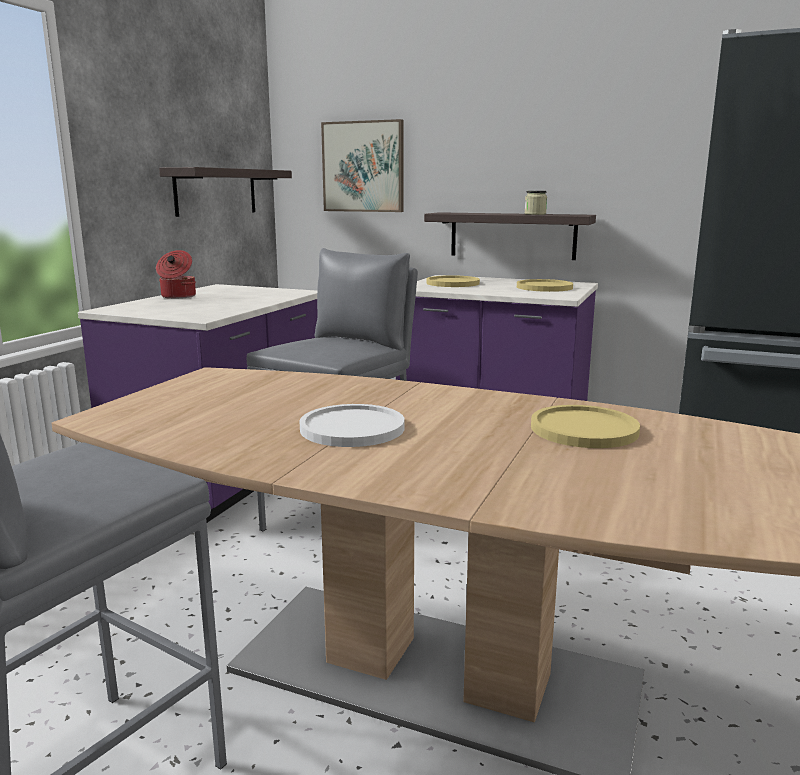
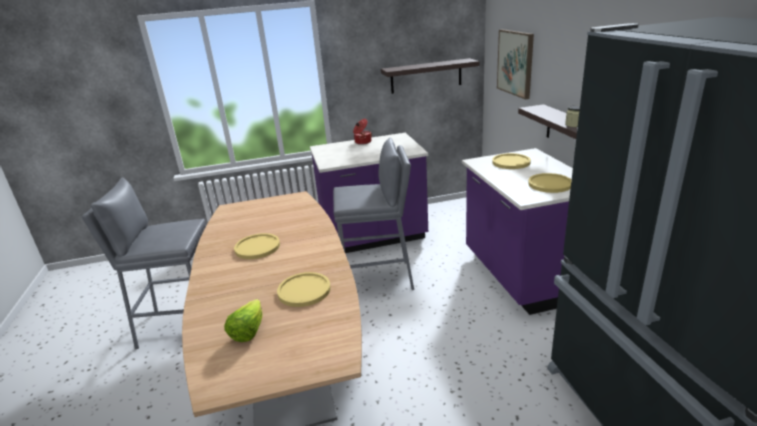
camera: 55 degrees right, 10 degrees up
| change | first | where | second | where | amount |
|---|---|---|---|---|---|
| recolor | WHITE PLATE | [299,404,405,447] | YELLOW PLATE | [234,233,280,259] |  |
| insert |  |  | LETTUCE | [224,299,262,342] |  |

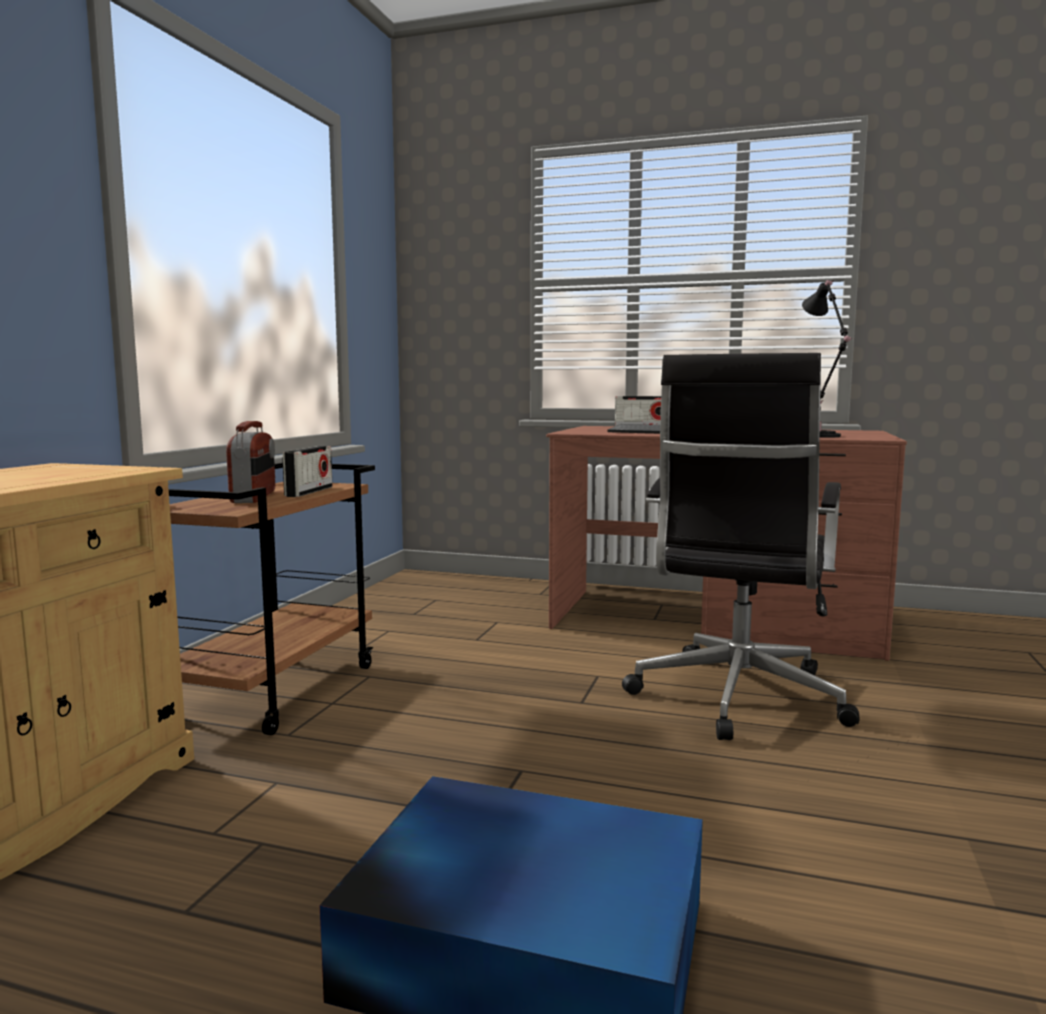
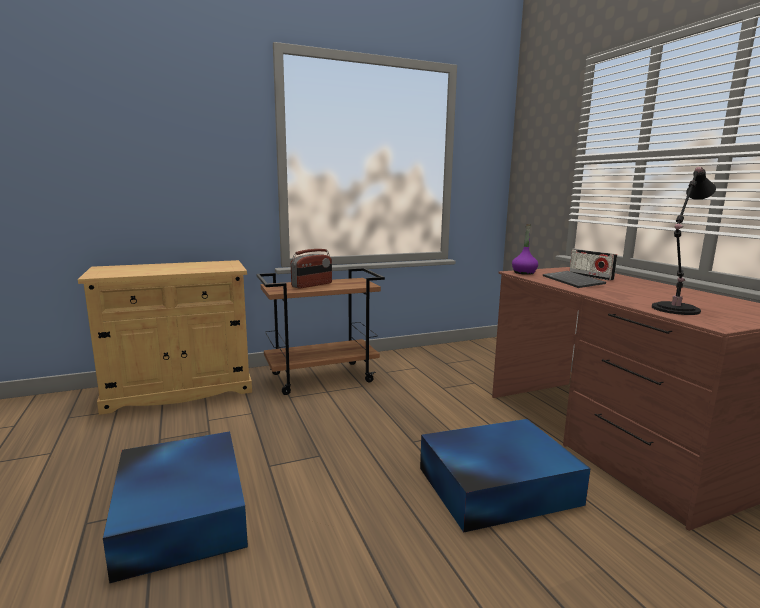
camera: 50 degrees right, 5 degrees up
| change | first | where | second | where | amount |
|---|---|---|---|---|---|
| replace | BLACK OFFICE CHAIR | [622,353,860,740] | BLUE STORAGE BOX | [420,419,591,532] |  |
| delete | RADIO | [282,446,332,497] |  |  |  |
| insert |  |  | PURPLE BOTTLE | [512,224,538,275] |  |

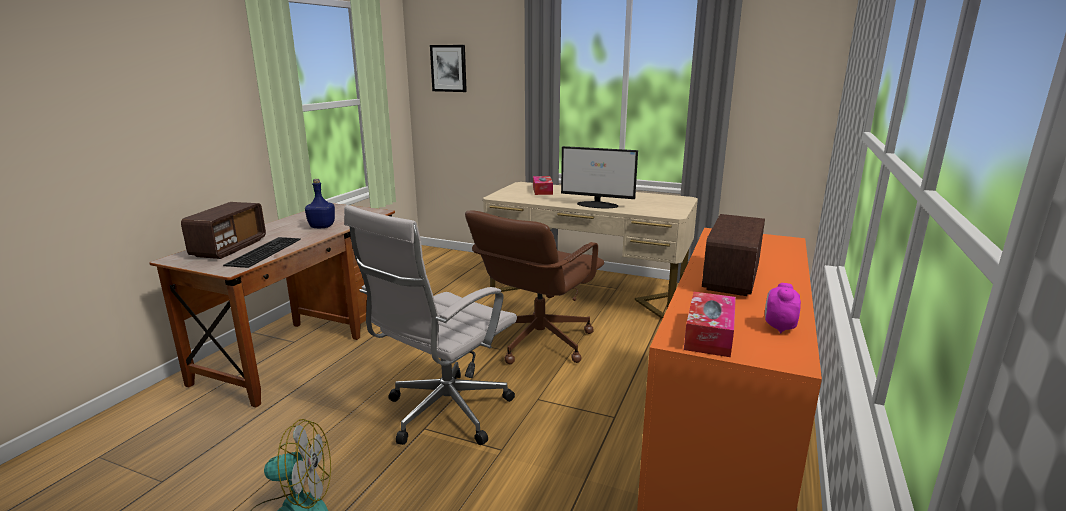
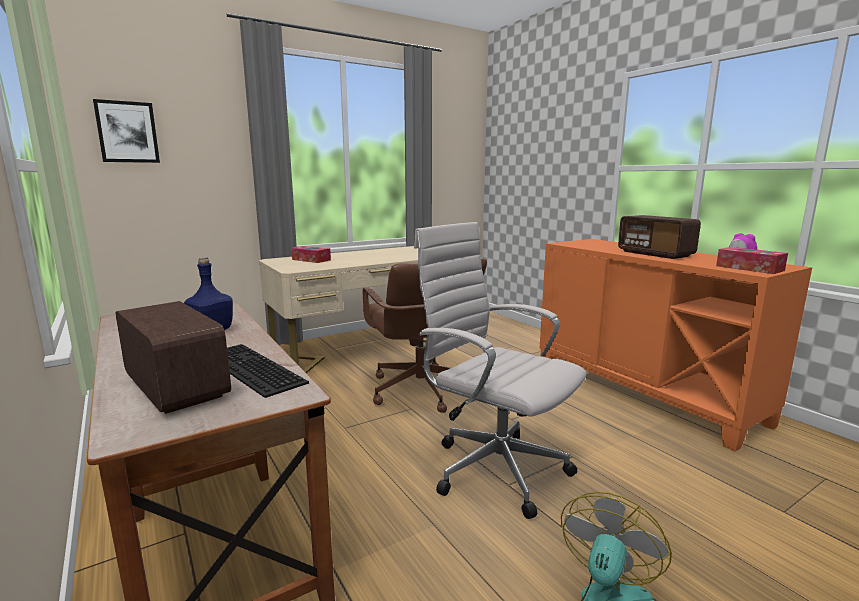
camera: 55 degrees left, 5 degrees down
| change | first | where | second | where | amount |
|---|---|---|---|---|---|
| delete | MONITOR | [561,146,638,208] |  |  |  |
| rotate | WHITE OFFICE CHAIR | [344,205,517,445] |  | [414,222,586,519] | 150 degrees clockwise |

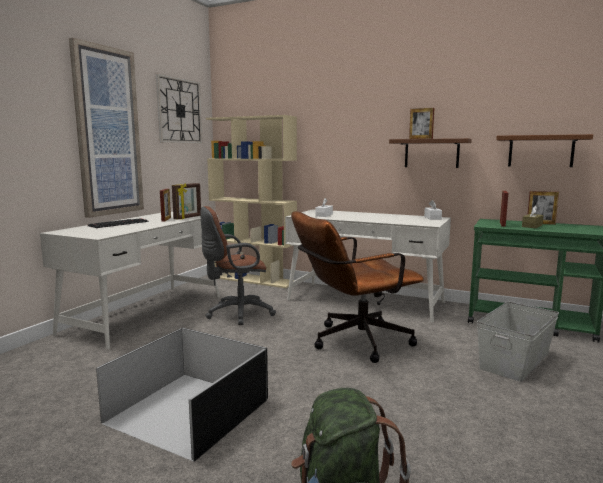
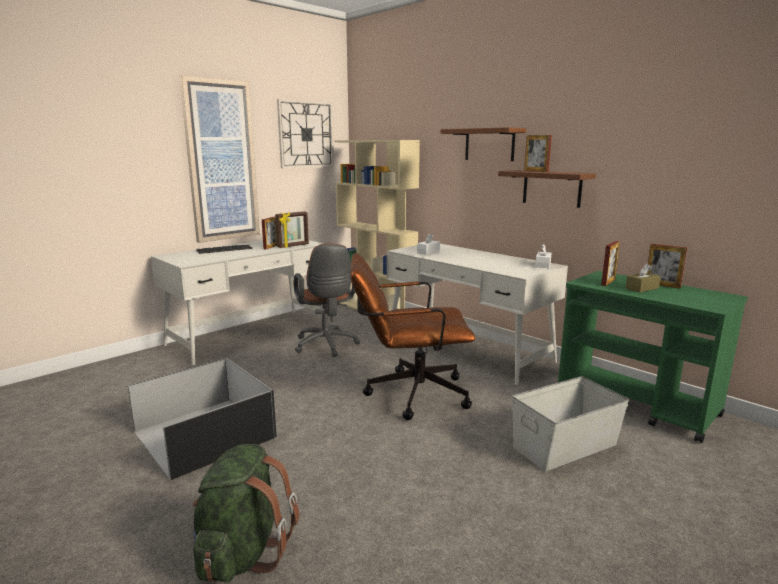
camera: 20 degrees right, 5 degrees up
| change | first | where | second | where | amount |
|---|---|---|---|---|---|
| move | BROWN SHELF | [496,134,593,167] |  | [440,127,526,161] |  |
| rotate | BROWN OFFICE CHAIR | [200,206,276,325] |  | [294,243,360,357] | 105 degrees counterclockwise |

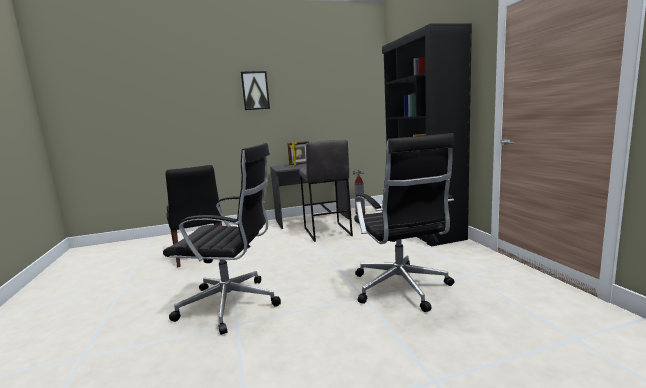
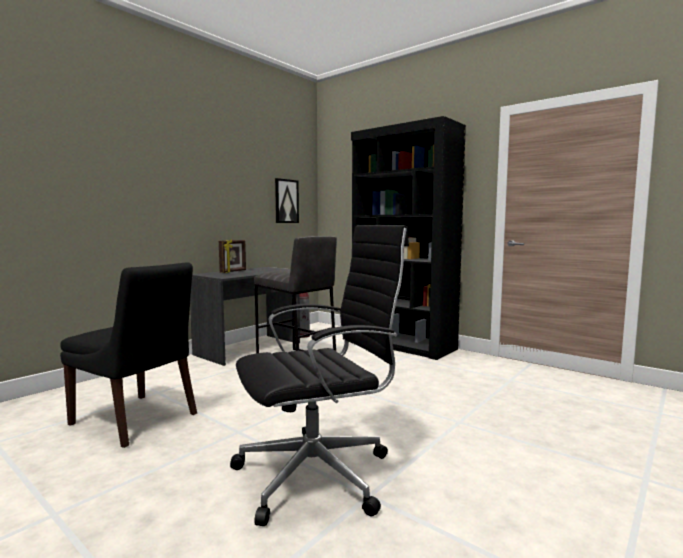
camera: 35 degrees left, 5 degrees down
| change | first | where | second | where | amount |
|---|---|---|---|---|---|
| move | PICTURE | [241,71,270,110] |  | [275,178,299,223] |  |
| delete | BLACK OFFICE CHAIR | [354,133,455,312] |  |  |  |

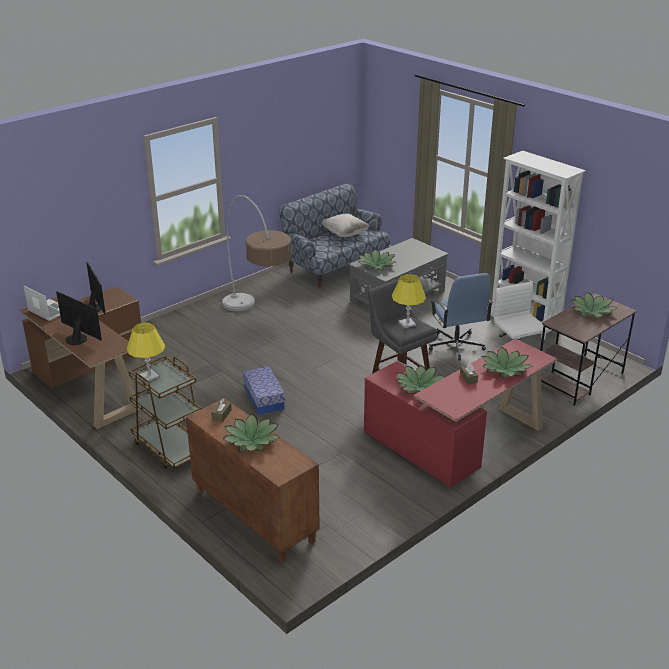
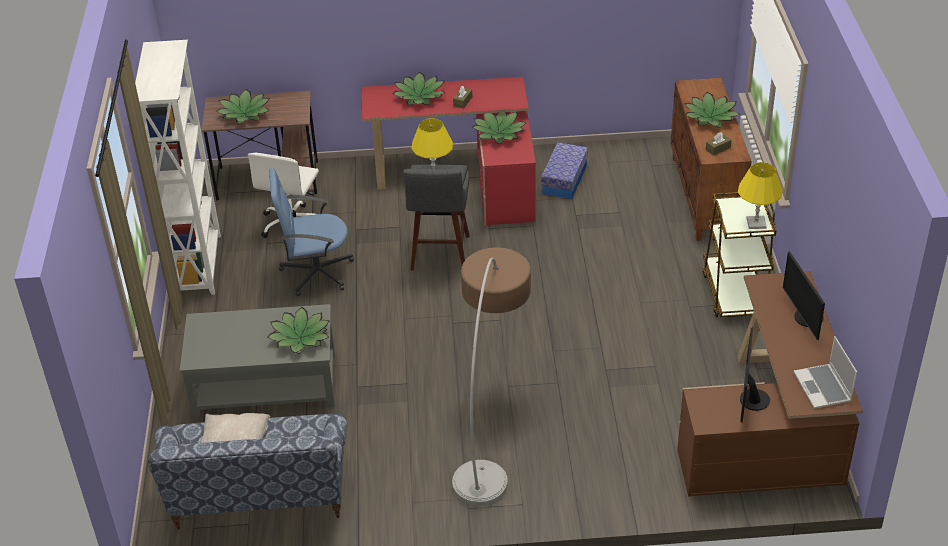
camera: 140 degrees left, 10 degrees up
| change | first | where | second | where | amount |
|---|---|---|---|---|---|
| rotate | BLUE OFFICE CHAIR | [429,273,493,361] |  | [269,168,354,296] | 120 degrees counterclockwise |
| move | STORAGE BOX | [243,366,285,415] |  | [541,142,588,199] |  |

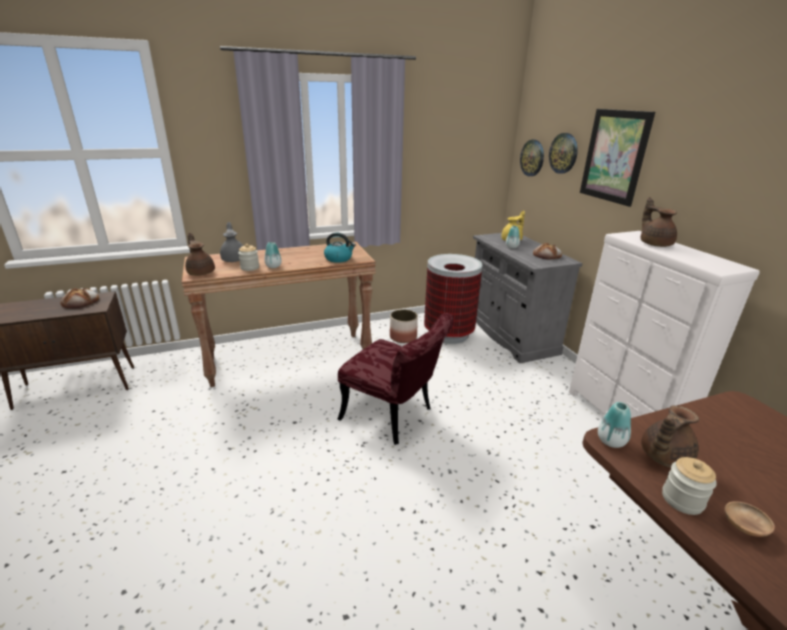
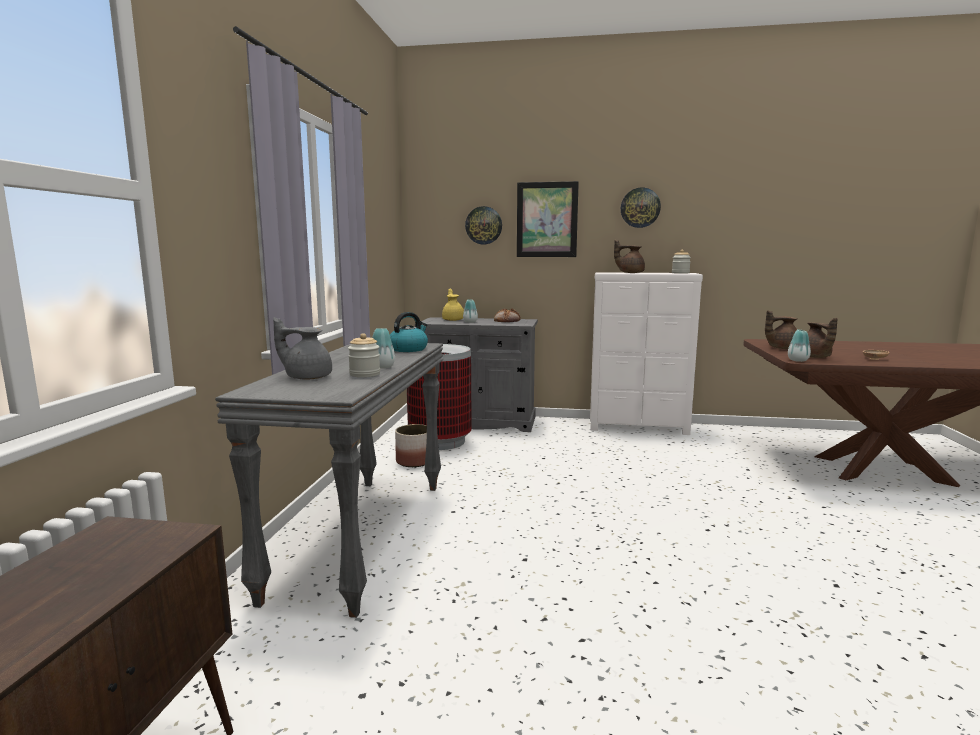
camera: 60 degrees left, 15 degrees down
| change | first | where | second | where | amount |
|---|---|---|---|---|---|
| move | WALL CLOCK | [520,140,544,176] |  | [621,188,661,228] |  |
| move | BROWN TEAPOT | [185,233,215,276] |  | [765,310,798,349] |  |
| recolor | BROWN CONSOLE TABLE | [181,242,376,387] | GREY CONSOLE TABLE | [215,343,443,618] |  |
| delete | BREAD | [60,288,99,308] |  |  |  |
| delete | RED CHAIR | [337,313,454,445] |  |  |  |
| move | JAR | [662,457,717,515] |  | [672,249,691,274] |  |

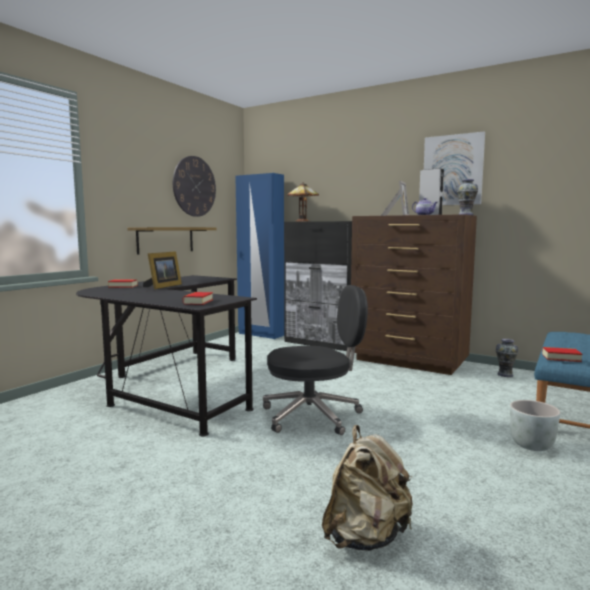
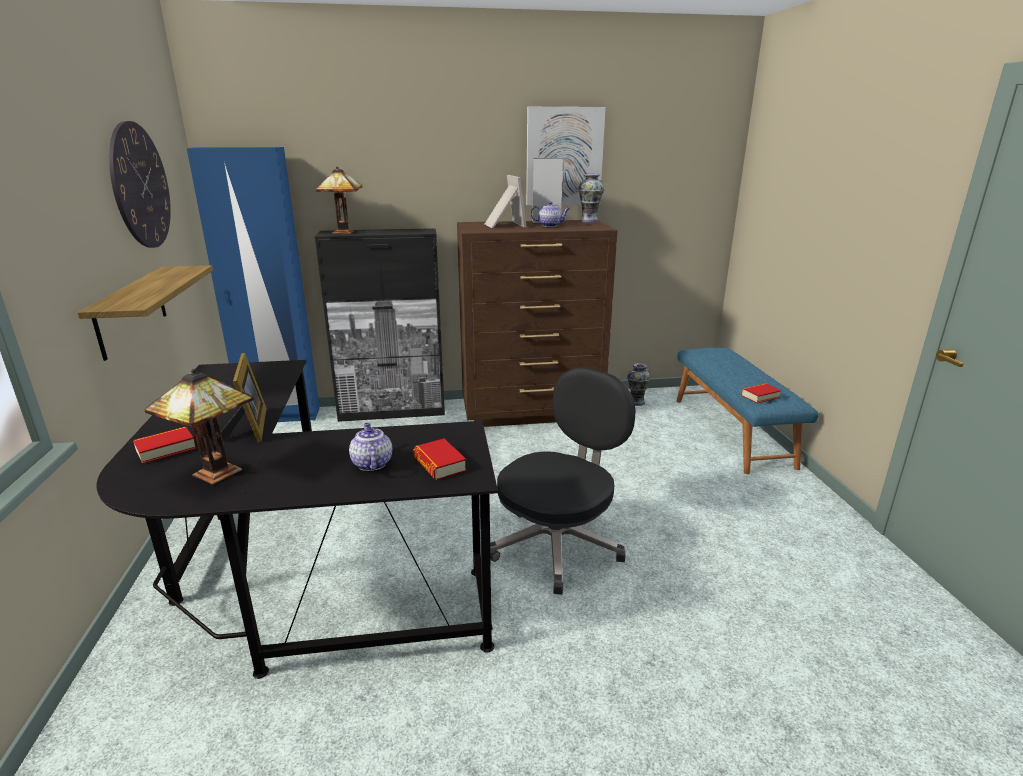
camera: 40 degrees left, 15 degrees up
| change | first | where | second | where | amount |
|---|---|---|---|---|---|
| delete | GREY PLANTER | [510,400,561,451] |  |  |  |
| delete | BEIGE BACKPACK | [322,425,413,551] |  |  |  |
| insert |  |  | TABLE LAMP | [145,369,254,485] |  |
| insert |  |  | TEAPOT | [349,423,392,471] |  |

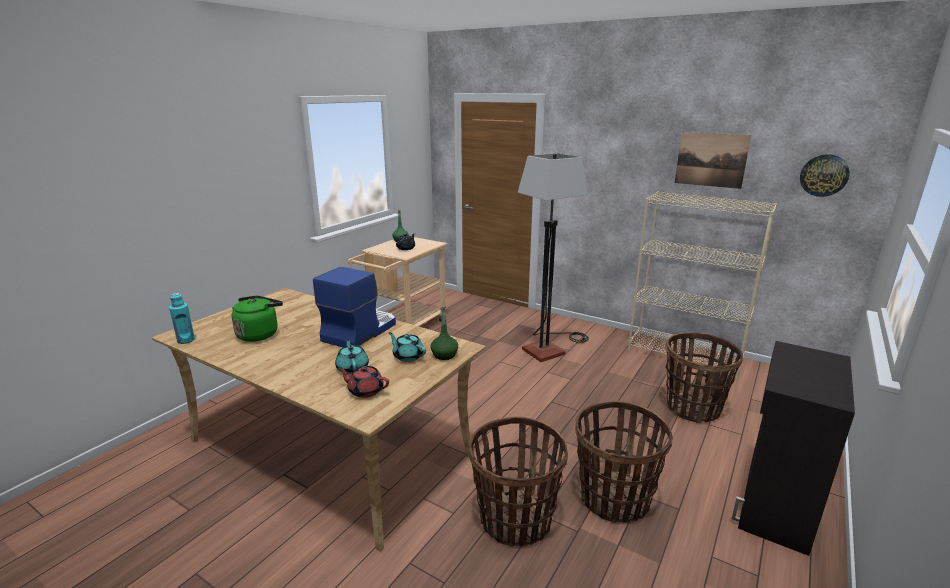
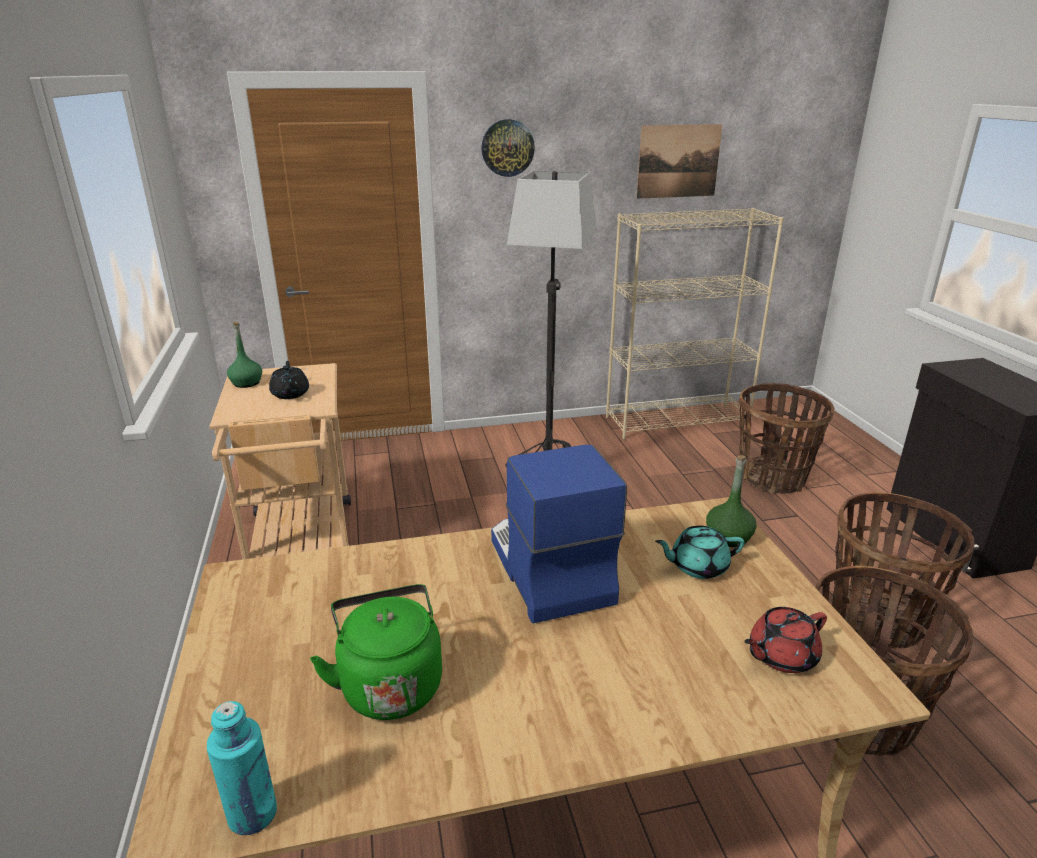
camera: 45 degrees left, 5 degrees up
| change | first | where | second | where | amount |
|---|---|---|---|---|---|
| move | WALL CLOCK | [800,154,850,197] |  | [482,119,535,177] |  |
| delete | TURQUOISE TEAPOT | [335,339,369,374] |  |  |  |

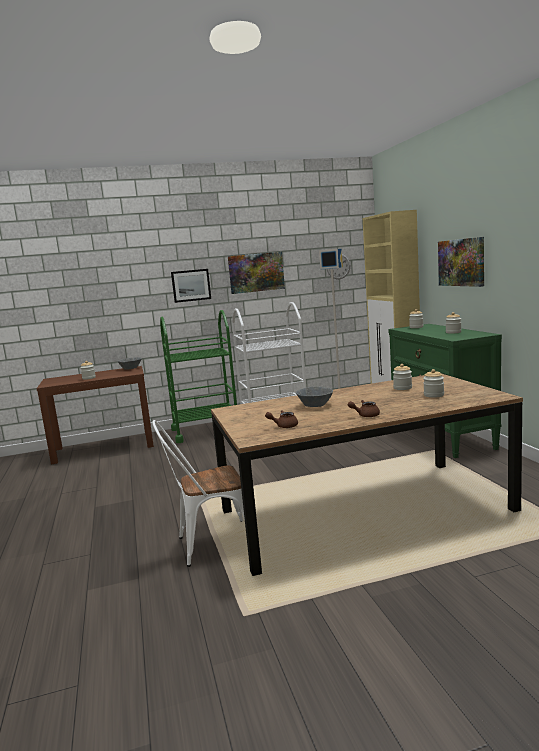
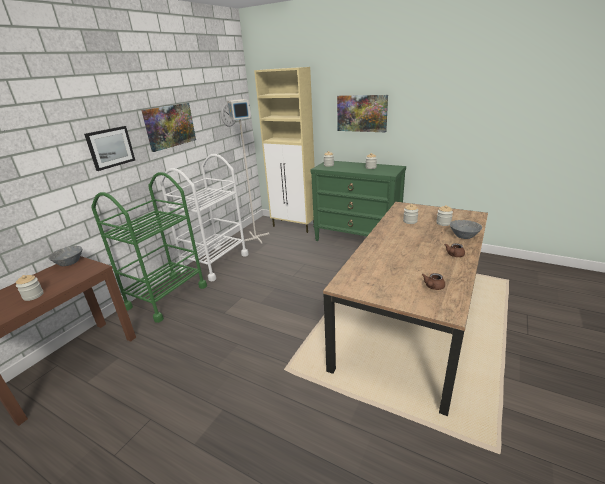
camera: 45 degrees left, 15 degrees up
| change | first | where | second | where | amount |
|---|---|---|---|---|---|
| move | GREY BOWL | [296,386,333,407] |  | [450,220,482,239] |  |
| delete | WHITE CHAIR | [152,420,245,567] |  |  |  |

